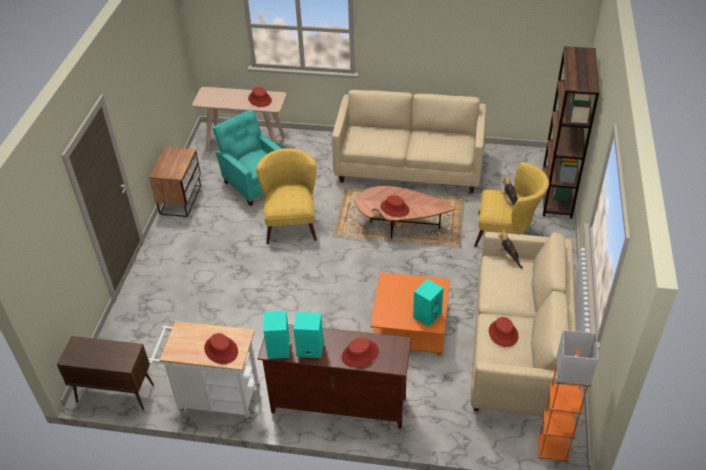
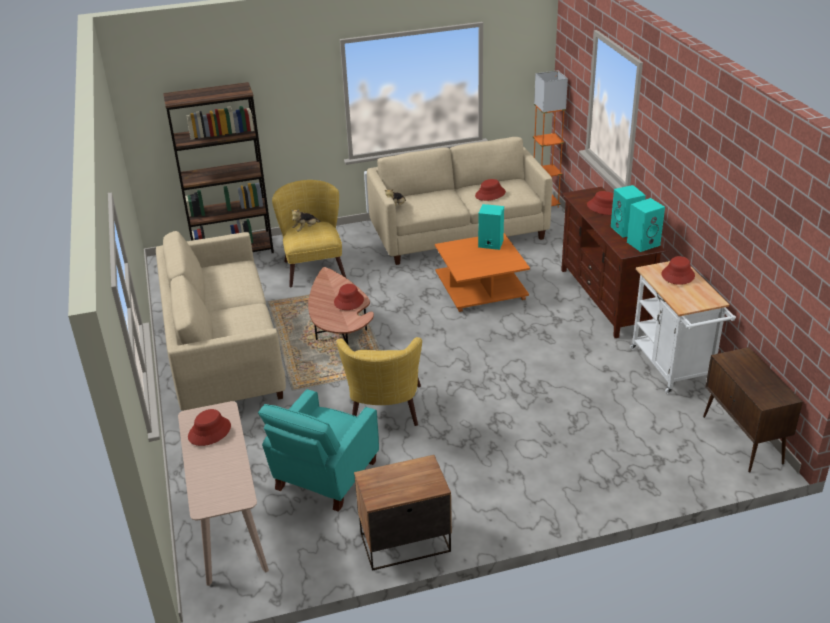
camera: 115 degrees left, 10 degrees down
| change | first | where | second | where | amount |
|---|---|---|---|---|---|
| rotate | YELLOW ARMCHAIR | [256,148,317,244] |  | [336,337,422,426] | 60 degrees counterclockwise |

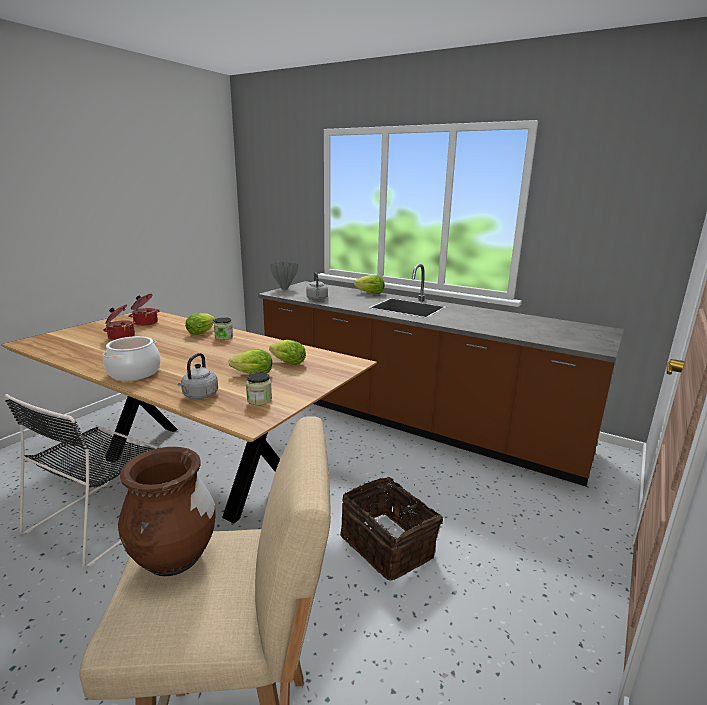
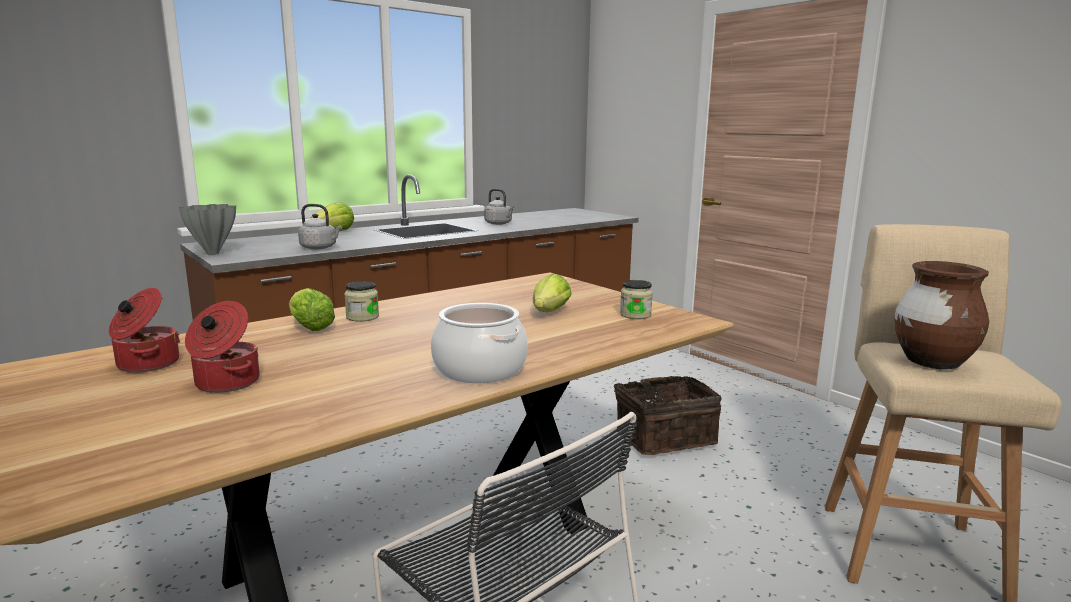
camera: 70 degrees left, 5 degrees down
| change | first | where | second | where | amount |
|---|---|---|---|---|---|
| delete | LETTUCE | [269,340,306,365] |  |  |  |
| move | GREY KETTLE | [178,353,218,399] |  | [484,189,515,225] |  |

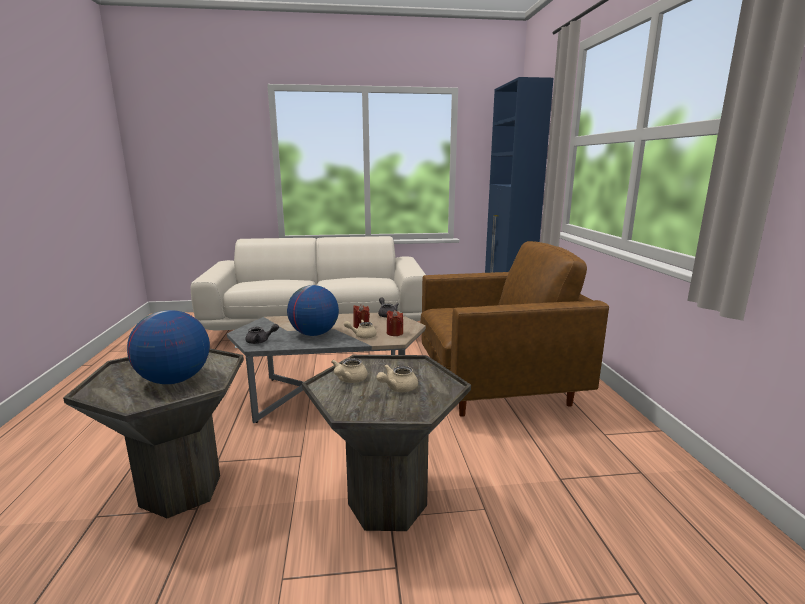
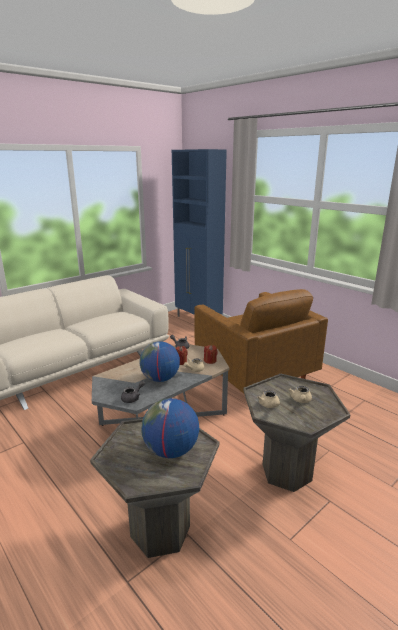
camera: 35 degrees left, 5 degrees up
| change | first | where | second | where | amount |
|---|---|---|---|---|---|
| rotate | BROWN ARMCHAIR | [420,241,609,417] |  | [195,289,328,394] | 105 degrees clockwise |

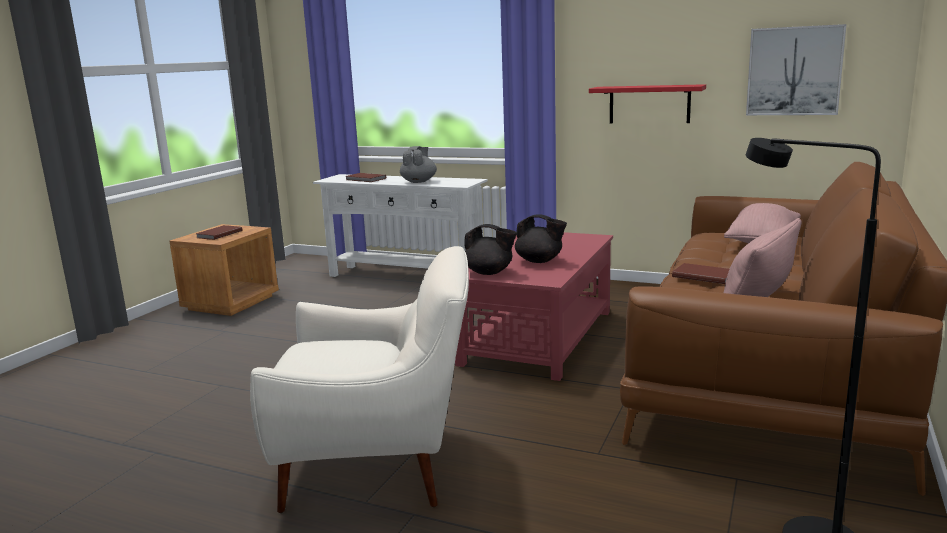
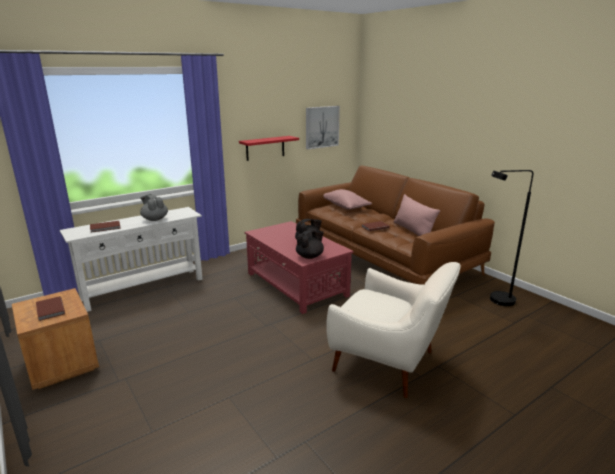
camera: 60 degrees left, 5 degrees up
| change | first | where | second | where | amount |
|---|---|---|---|---|---|
| rotate | WHITE ARMCHAIR | [250,246,469,513] |  | [326,262,461,398] | 90 degrees clockwise |

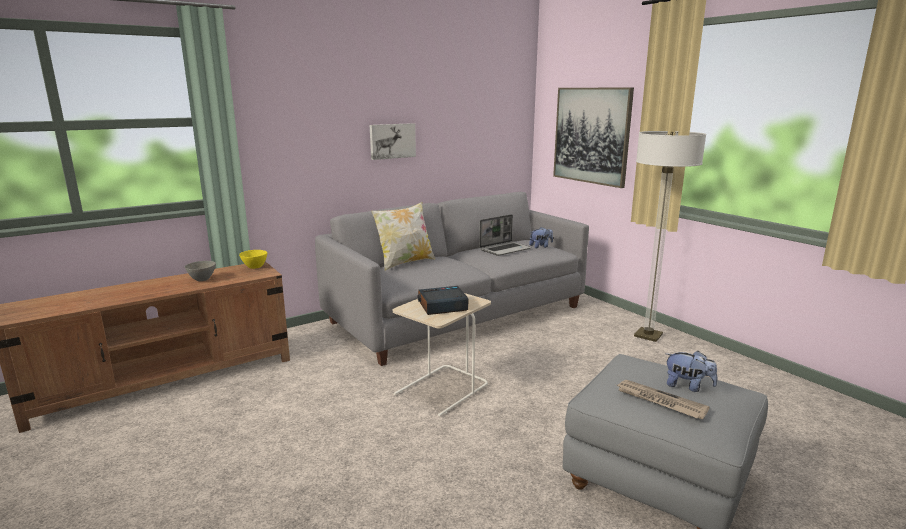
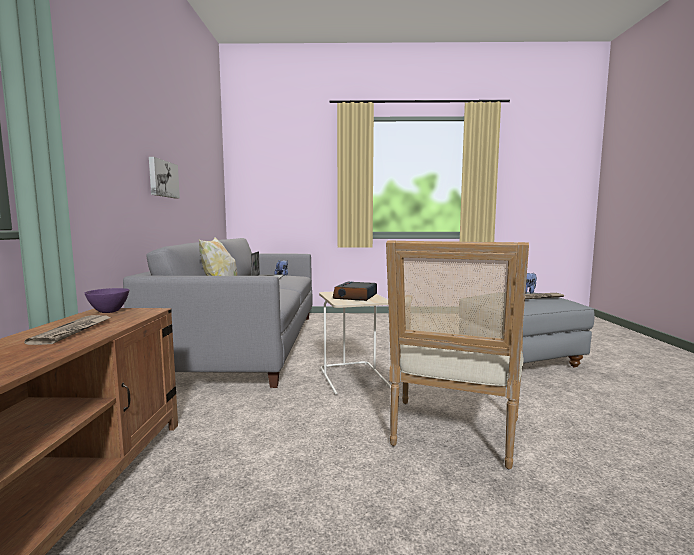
camera: 55 degrees left, 10 degrees down
| change | first | where | second | where | amount |
|---|---|---|---|---|---|
| delete | PICTURE | [553,87,634,188] |  |  |  |
| delete | FLOOR LAMP | [634,131,706,342] |  |  |  |
| recolor | YELLOW BOWL | [239,250,267,269] | PURPLE BOWL | [85,288,129,313] |  |
| replace | GREY BOWL | [185,261,216,281] | NEWSPAPER | [24,315,112,345] |  |
| insert |  |  | ARMCHAIR | [386,241,529,469] |  |

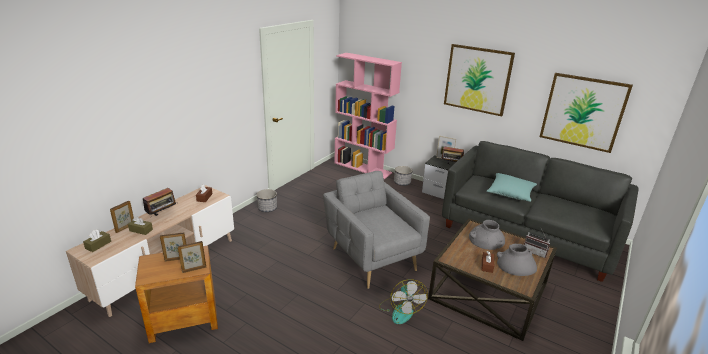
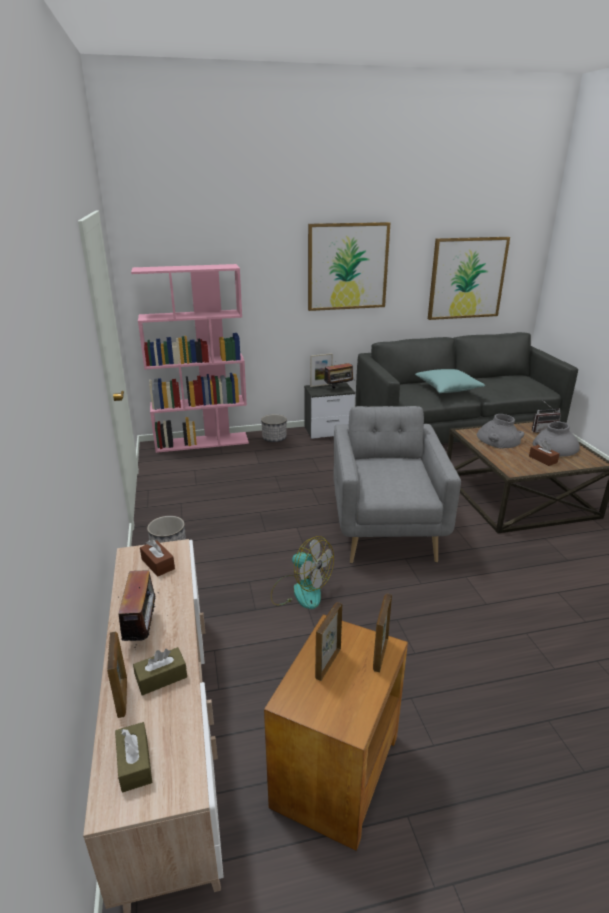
camera: 45 degrees left, 0 degrees up
| change | first | where | second | where | amount |
|---|---|---|---|---|---|
| rotate | GREY ARMCHAIR | [323,171,430,289] |  | [334,406,461,563] | 75 degrees clockwise |
| move | FAN | [379,279,428,324] |  | [271,536,334,609] |  |

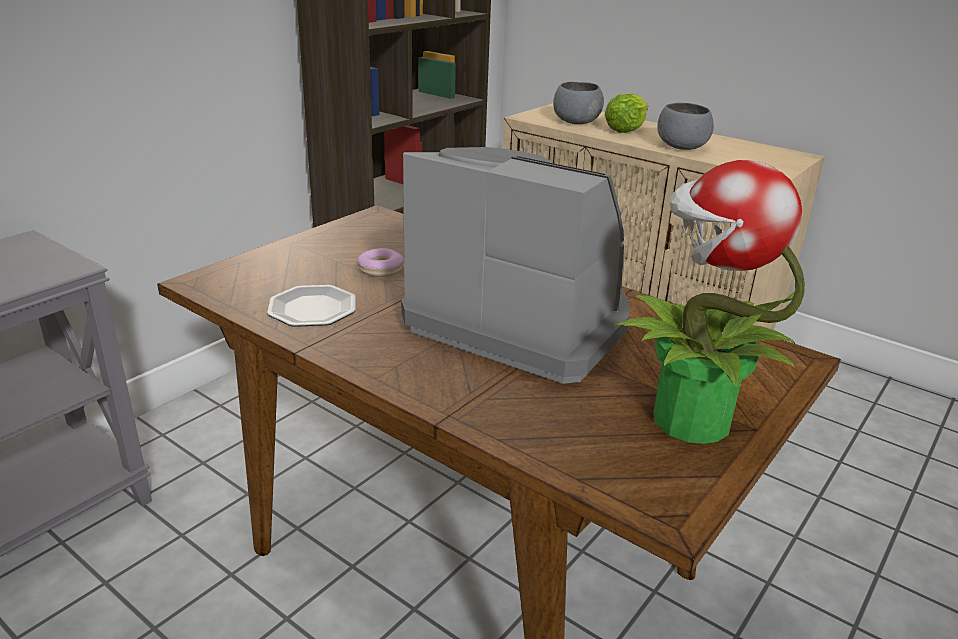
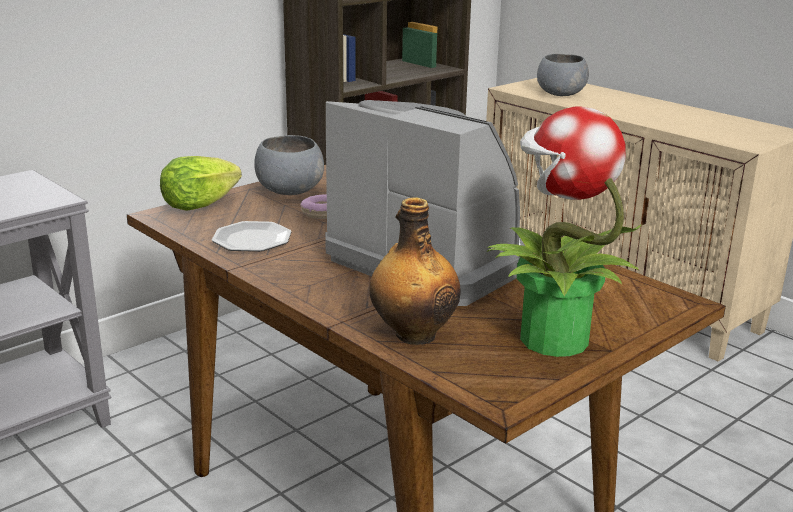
camera: 10 degrees right, 5 degrees down
| change | first | where | second | where | amount |
|---|---|---|---|---|---|
| move | LETTUCE | [605,94,648,133] |  | [160,156,242,211] |  |
| move | GREY BOWL | [657,103,714,150] |  | [254,135,324,195] |  |
| insert |  |  | BOTTLE | [369,197,461,345] |  |

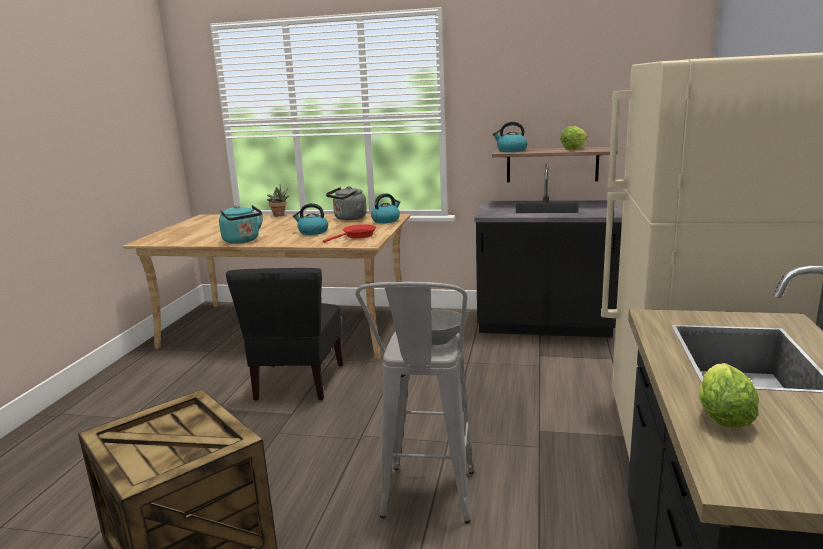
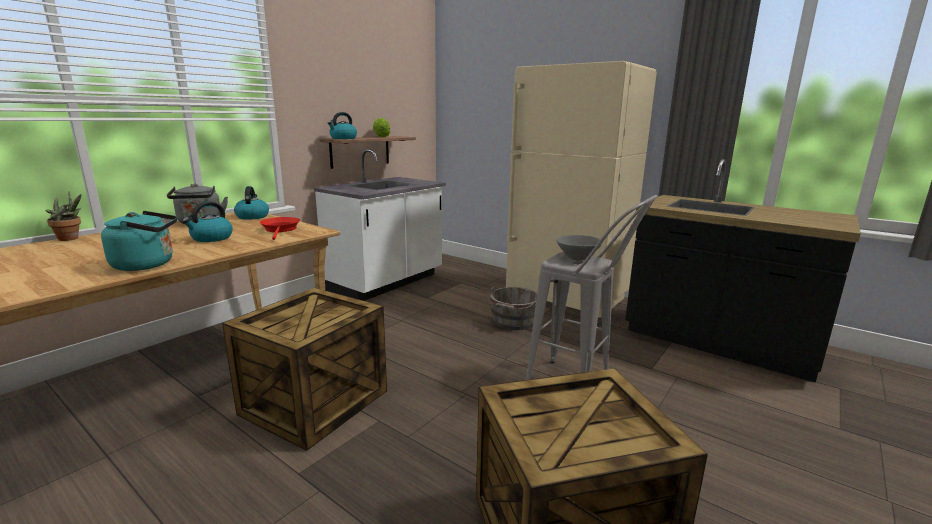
camera: 65 degrees left, 0 degrees up
| change | first | where | second | where | amount |
|---|---|---|---|---|---|
| recolor | BLACK COUNTER | [474,163,622,338] | WHITE COUNTER | [314,149,446,301] |  |
| replace | BLACK CHAIR | [226,268,343,401] | CRATE | [222,288,387,451] |  |
| delete | LETTUCE | [699,363,759,428] |  |  |  |
| insert |  |  | GREY BUCKET | [487,287,537,330] |  |

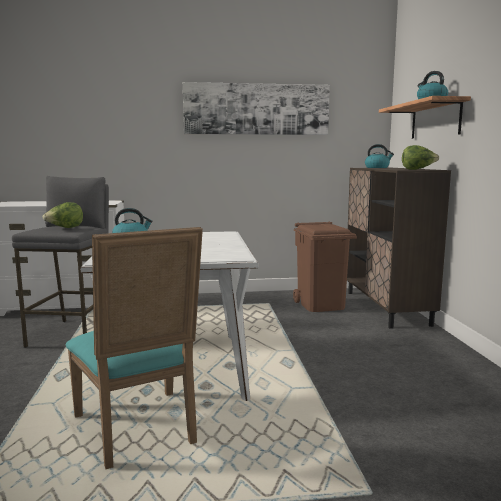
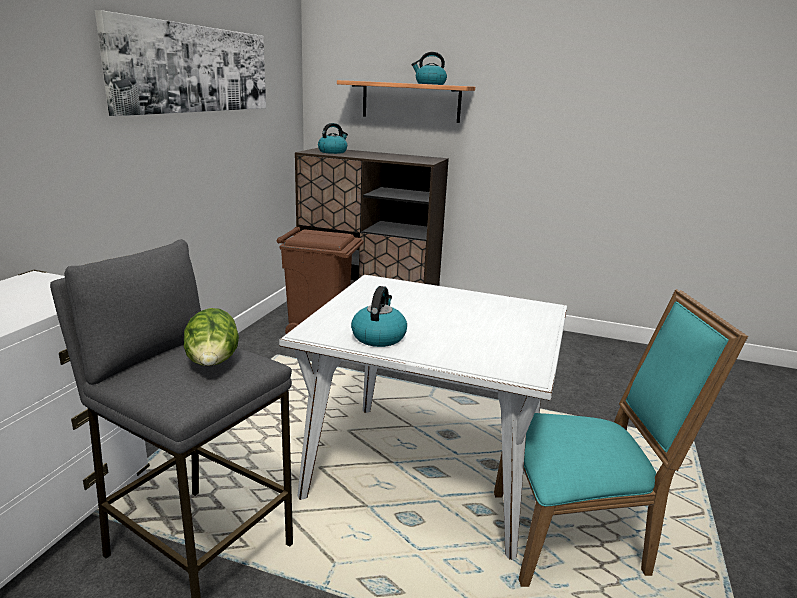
camera: 65 degrees left, 10 degrees up
| change | first | where | second | where | amount |
|---|---|---|---|---|---|
| delete | LETTUCE | [402,145,439,170] |  |  |  |

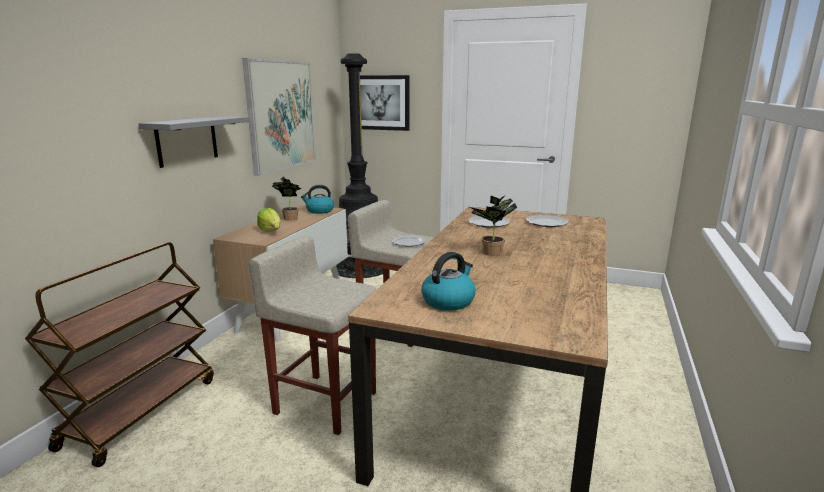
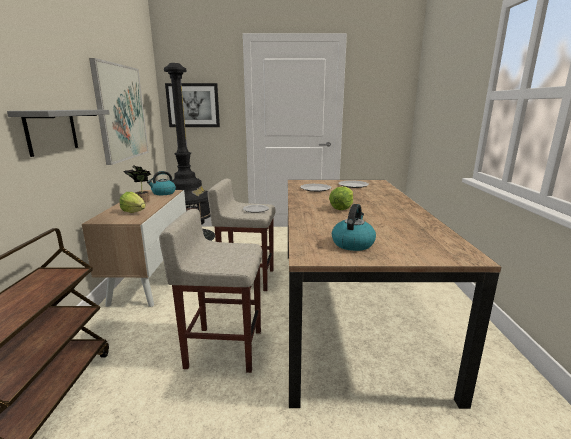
camera: 20 degrees left, 0 degrees up
| change | first | where | second | where | amount |
|---|---|---|---|---|---|
| replace | POTTED PLANT | [470,196,517,256] | LETTUCE | [329,186,353,210] |  |

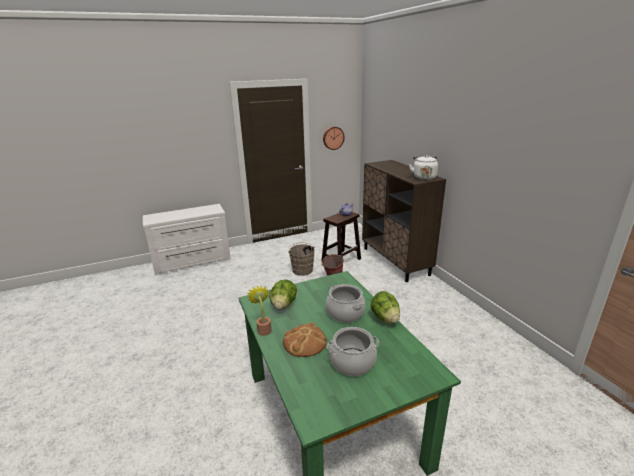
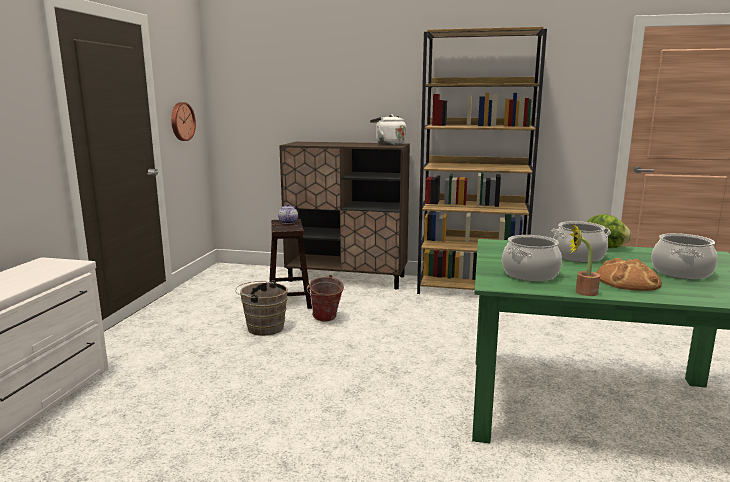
camera: 55 degrees left, 10 degrees down
| change | first | where | second | where | amount |
|---|---|---|---|---|---|
| replace | LETTUCE | [269,280,297,310] | COOKING POT | [502,235,562,281] |  |
| insert |  |  | BROWN BOOKCASE | [417,27,547,294] |  |

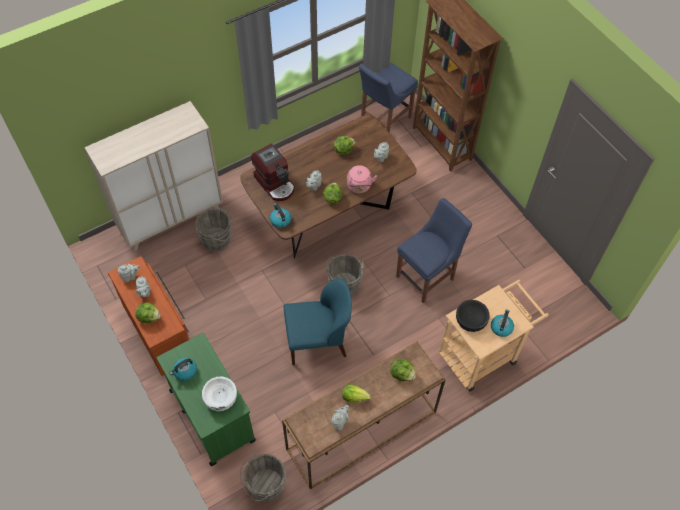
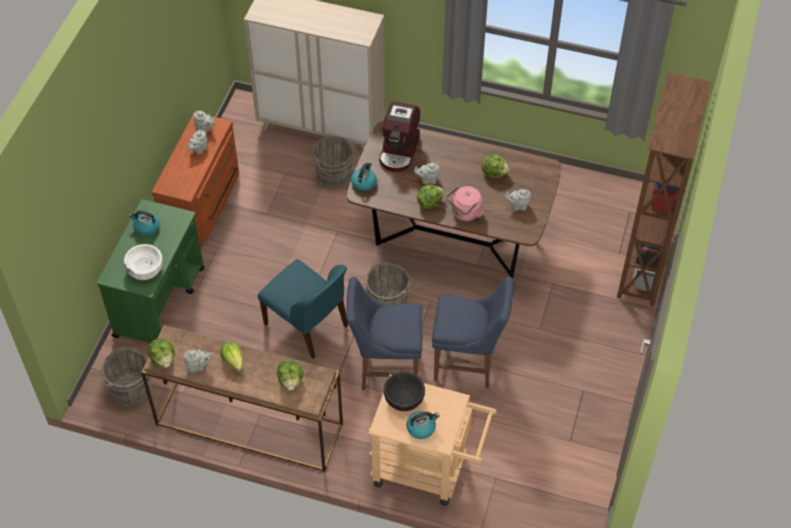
camera: 50 degrees right, 5 degrees down
| change | first | where | second | where | amount |
|---|---|---|---|---|---|
| move | BLUE CHAIR | [359,62,418,133] |  | [346,277,423,390] |  |
| move | LETTUCE | [135,302,161,323] |  | [148,339,175,368] |  |

